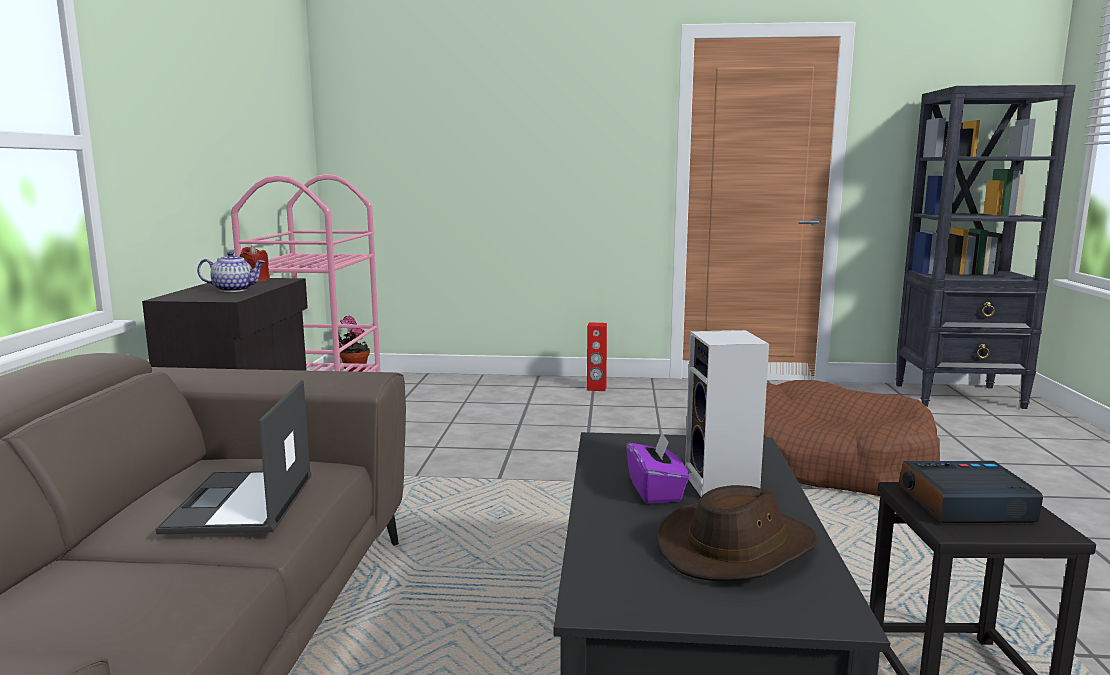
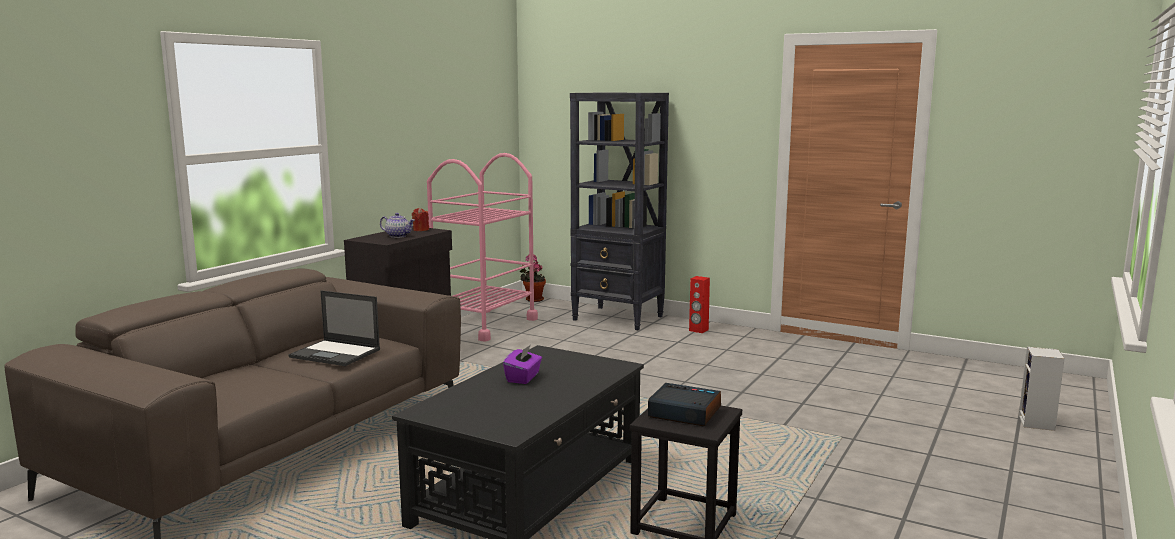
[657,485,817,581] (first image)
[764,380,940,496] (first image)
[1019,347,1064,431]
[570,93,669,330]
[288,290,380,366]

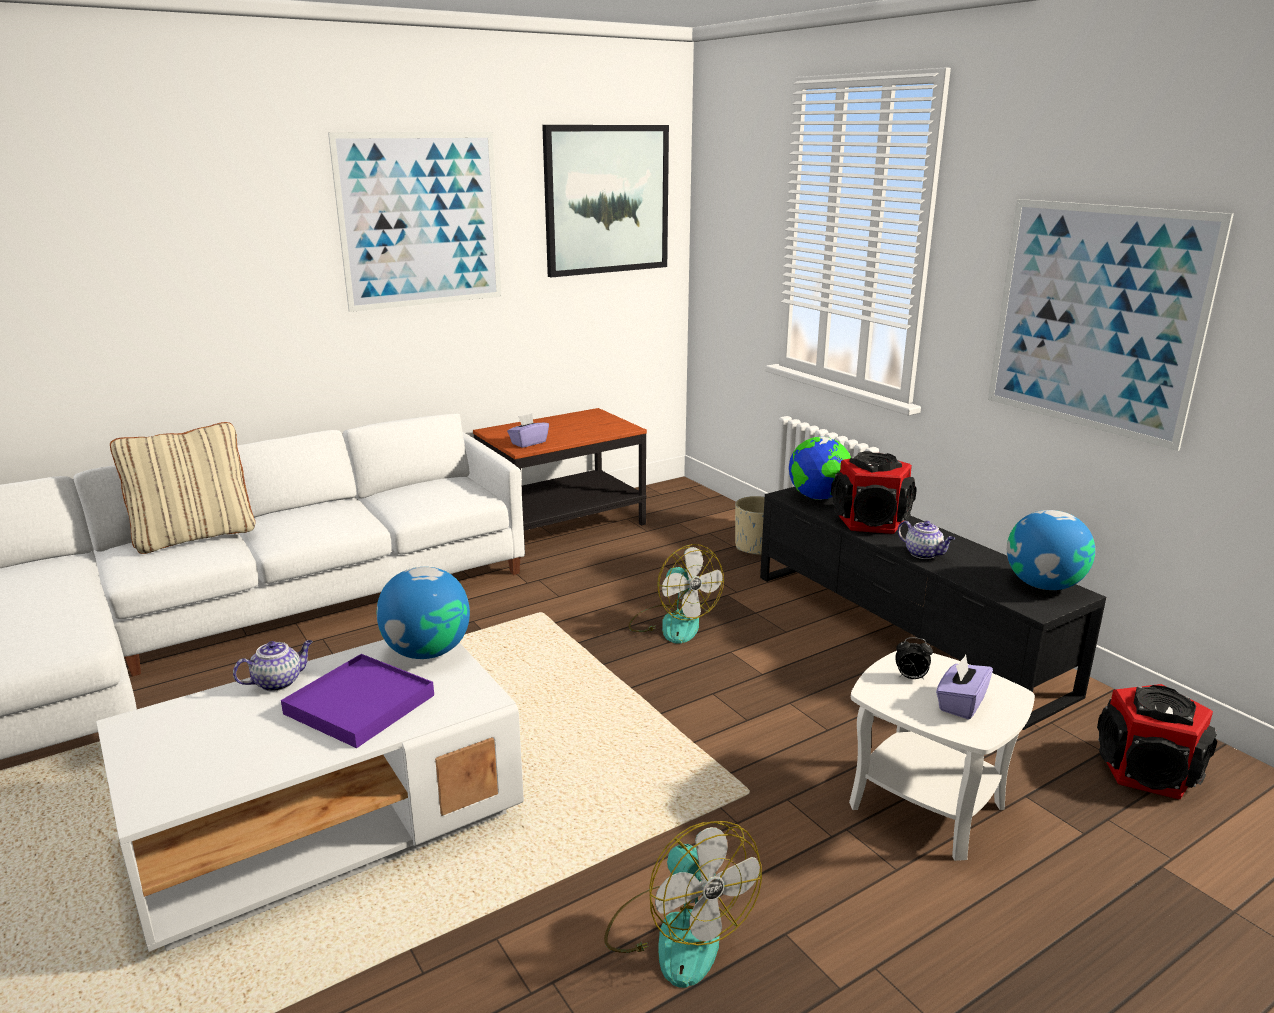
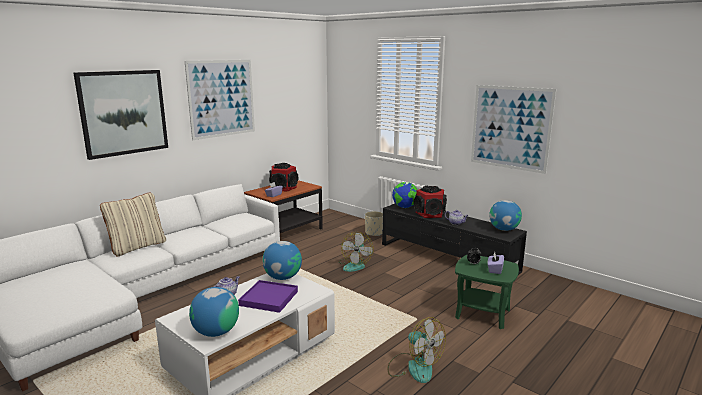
[189,287,239,337]
[74,70,168,160]
[269,163,299,192]
[455,255,519,329]
[338,232,374,272]

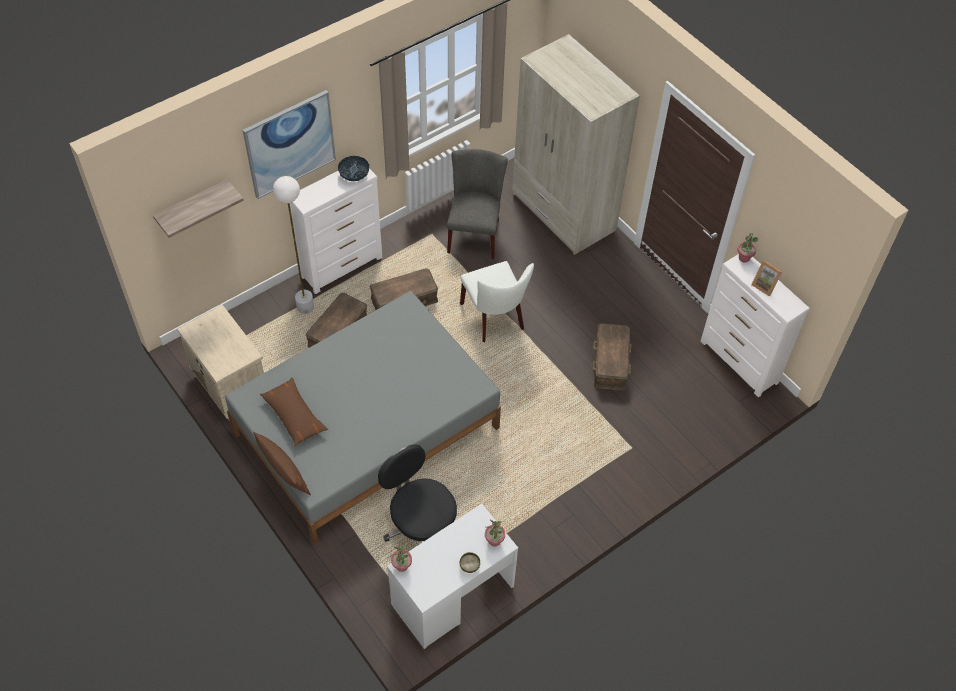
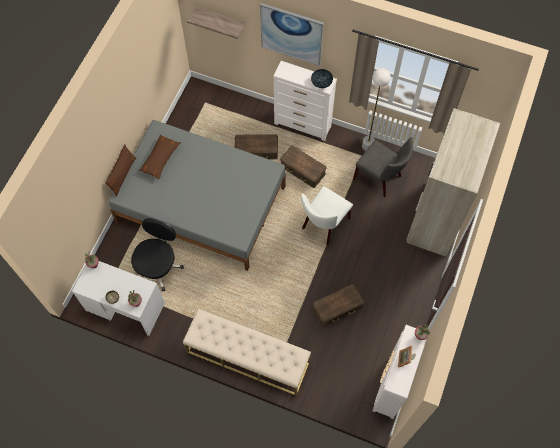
[177,305,264,420] (first image)
[183,309,311,396]
[362,68,391,151]
[353,137,413,197]

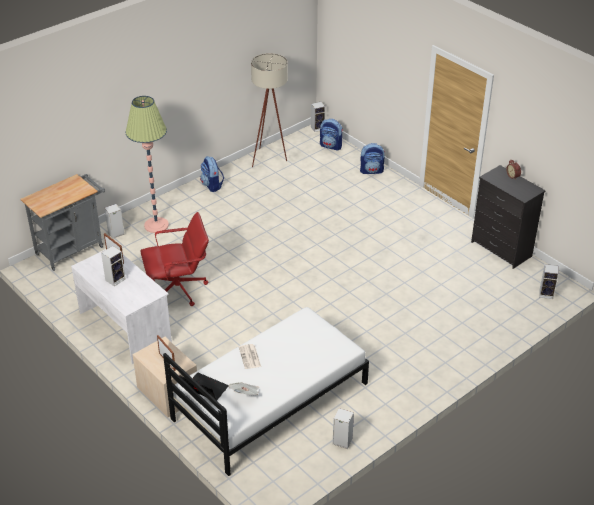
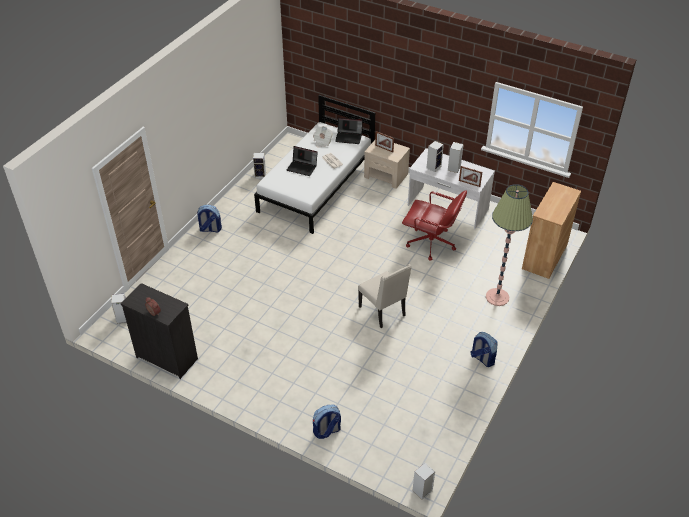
[251,53,288,167] (first image)
[287,146,318,176]
[358,264,411,328]
[427,141,444,172]
[196,205,222,232]
[522,182,581,279]
[402,190,467,260]

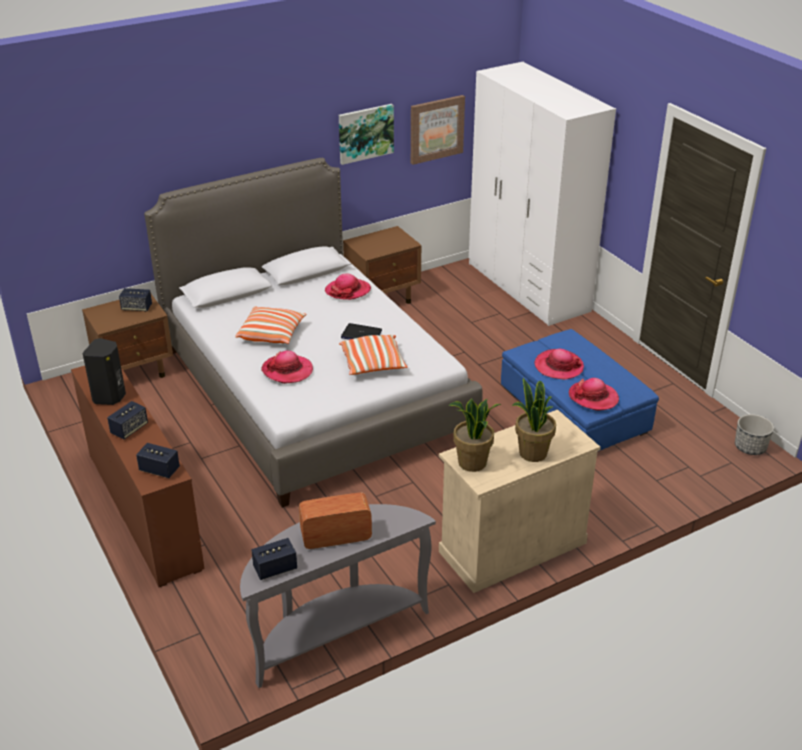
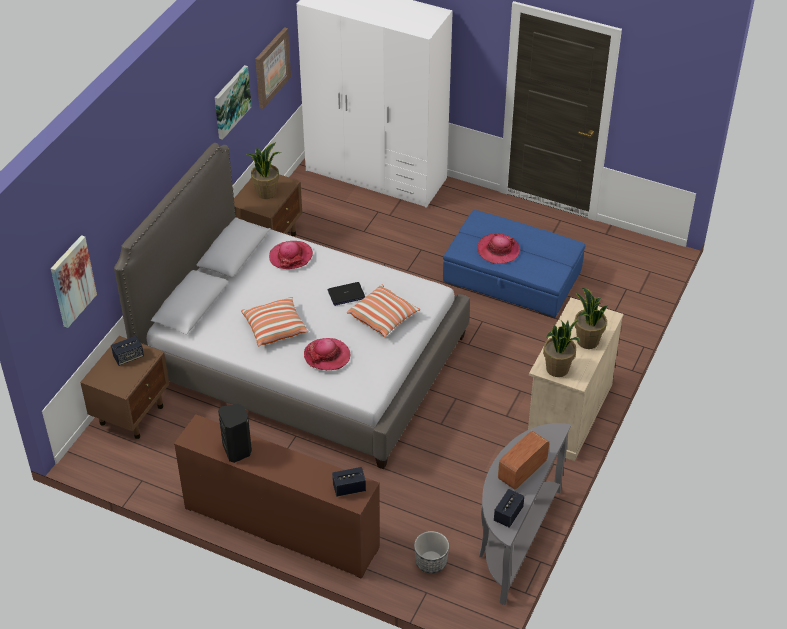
[107,401,148,439] (first image)
[569,378,619,411] (first image)
[51,235,97,328]
[247,142,281,199]
[414,531,449,574]

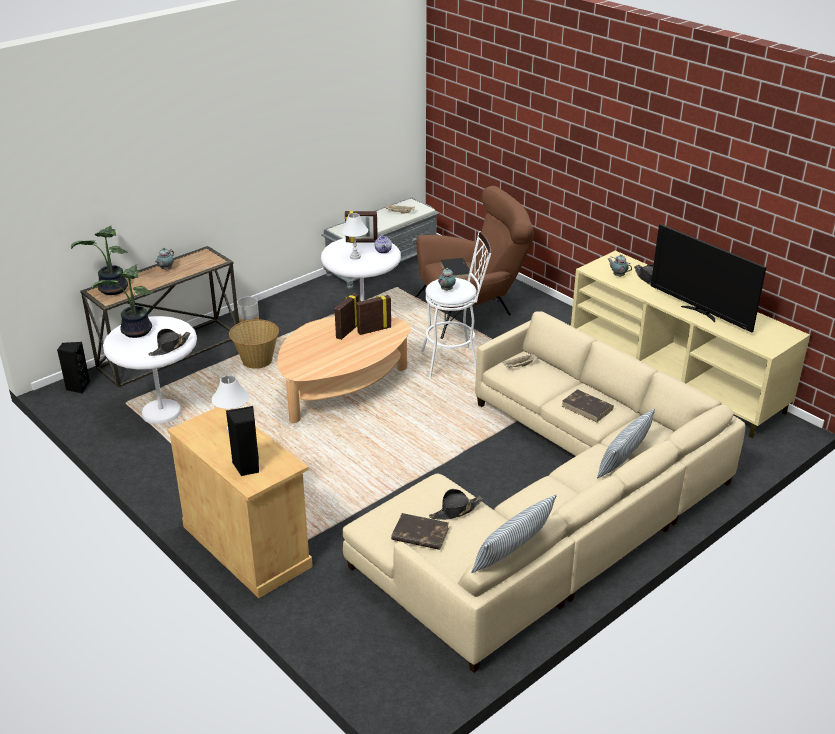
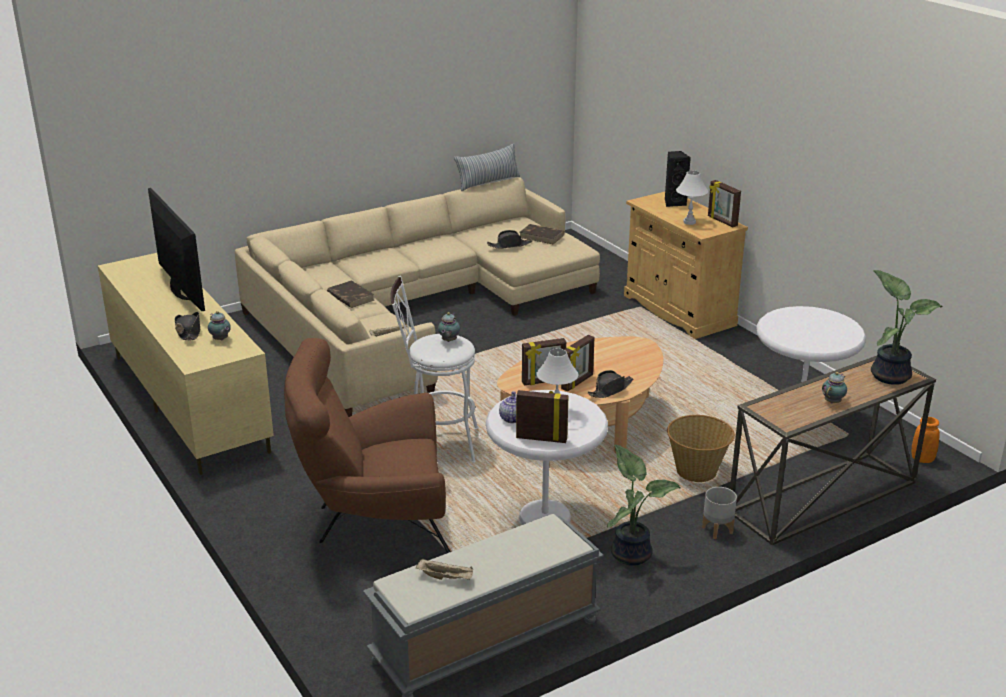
[441,258,472,278] (first image)
[597,408,655,479] (first image)
[708,180,741,227]
[607,445,681,566]
[588,370,633,398]
[912,417,940,463]

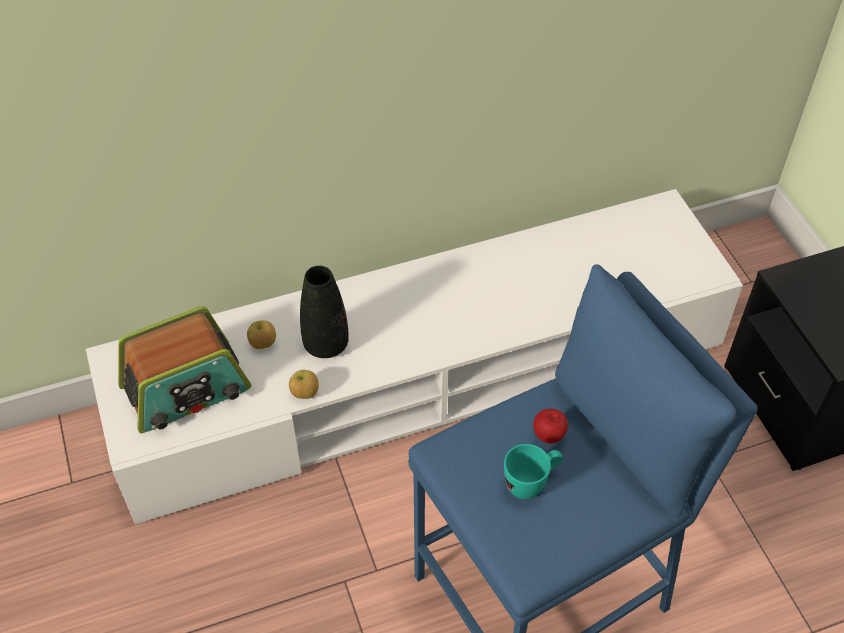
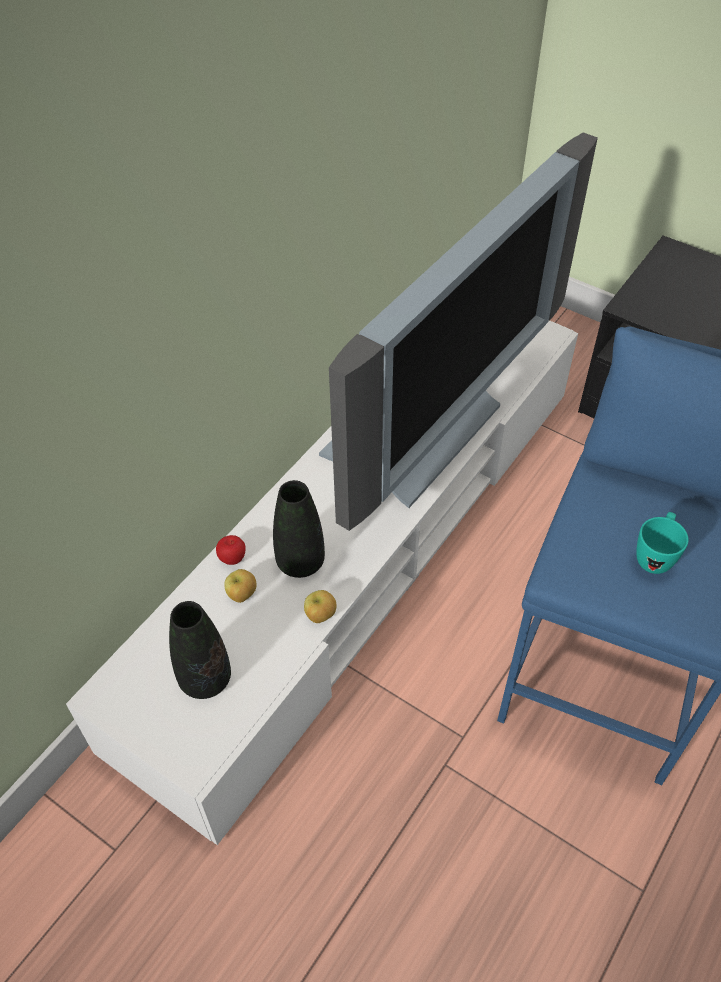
[319,132,598,531]
[216,535,246,565]
[169,601,231,699]

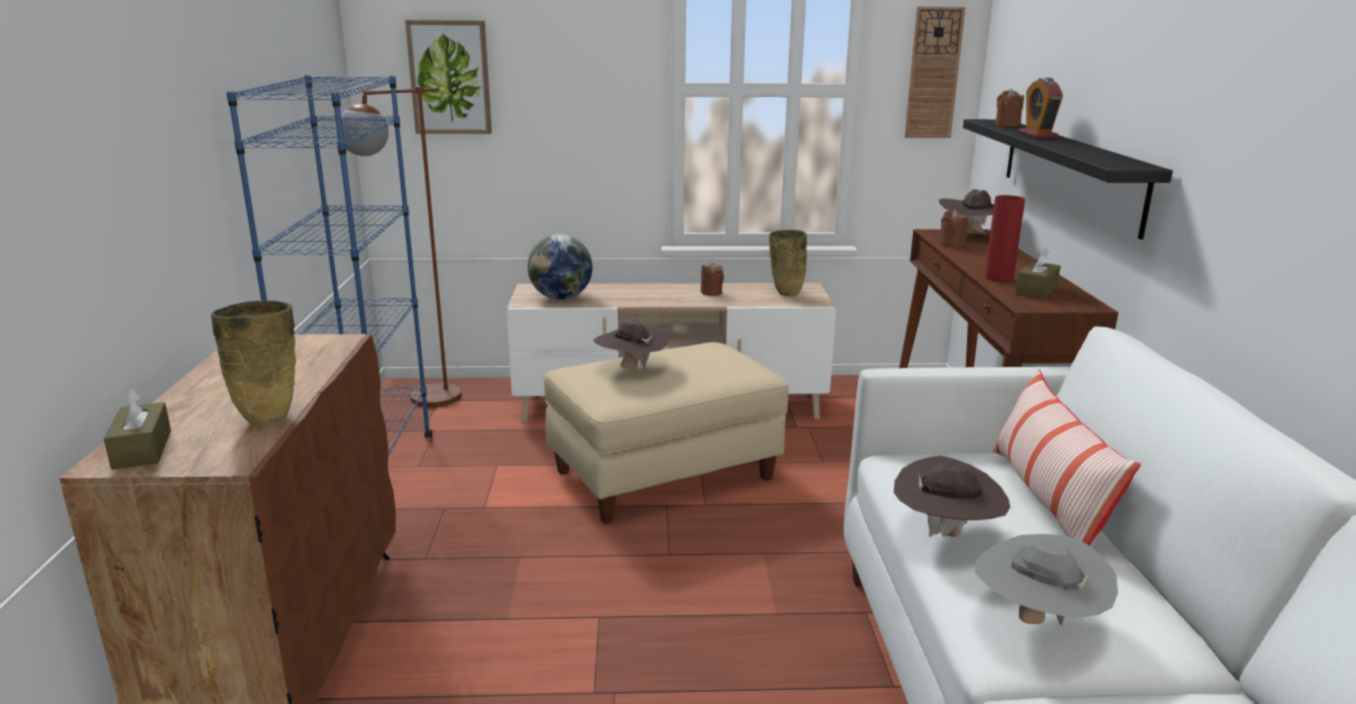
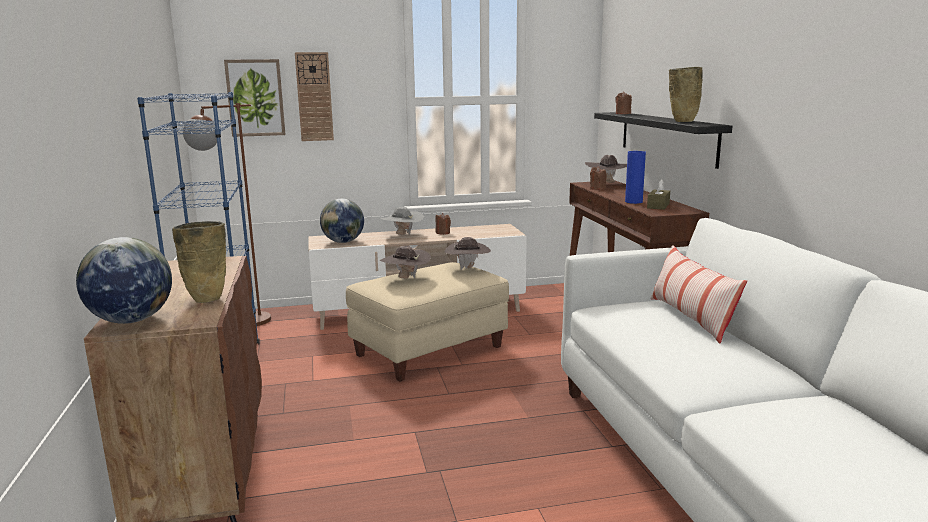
[1018,78,1063,139] (first image)
[669,67,703,122]
[445,237,491,270]
[295,52,334,141]
[381,207,424,235]
[76,237,172,324]
[625,151,646,204]

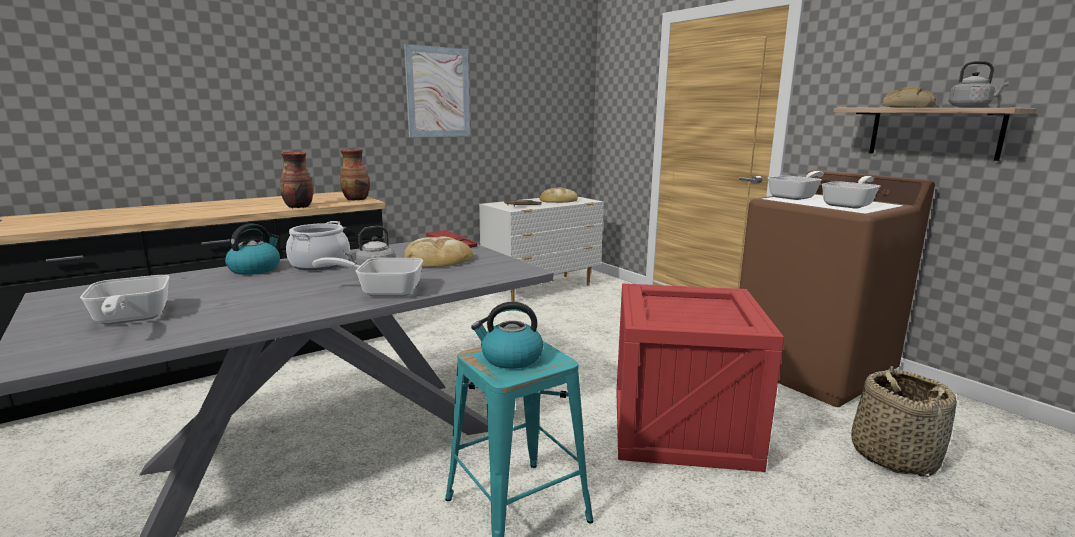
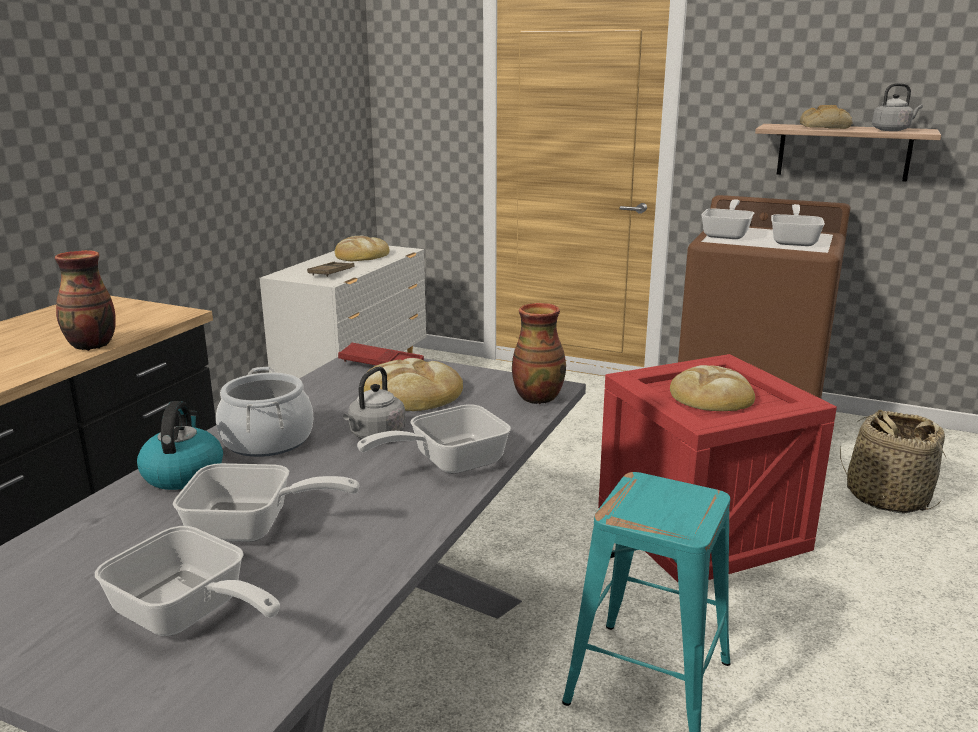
[404,44,470,137] (first image)
[471,302,543,369] (first image)
[173,463,360,542]
[670,365,755,411]
[512,303,566,404]

